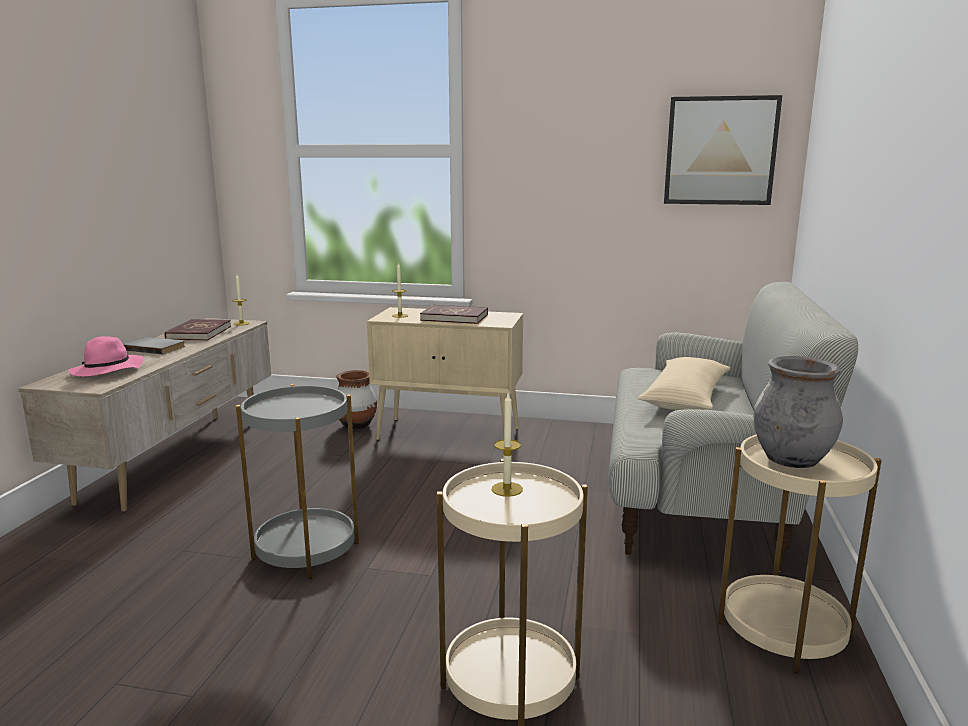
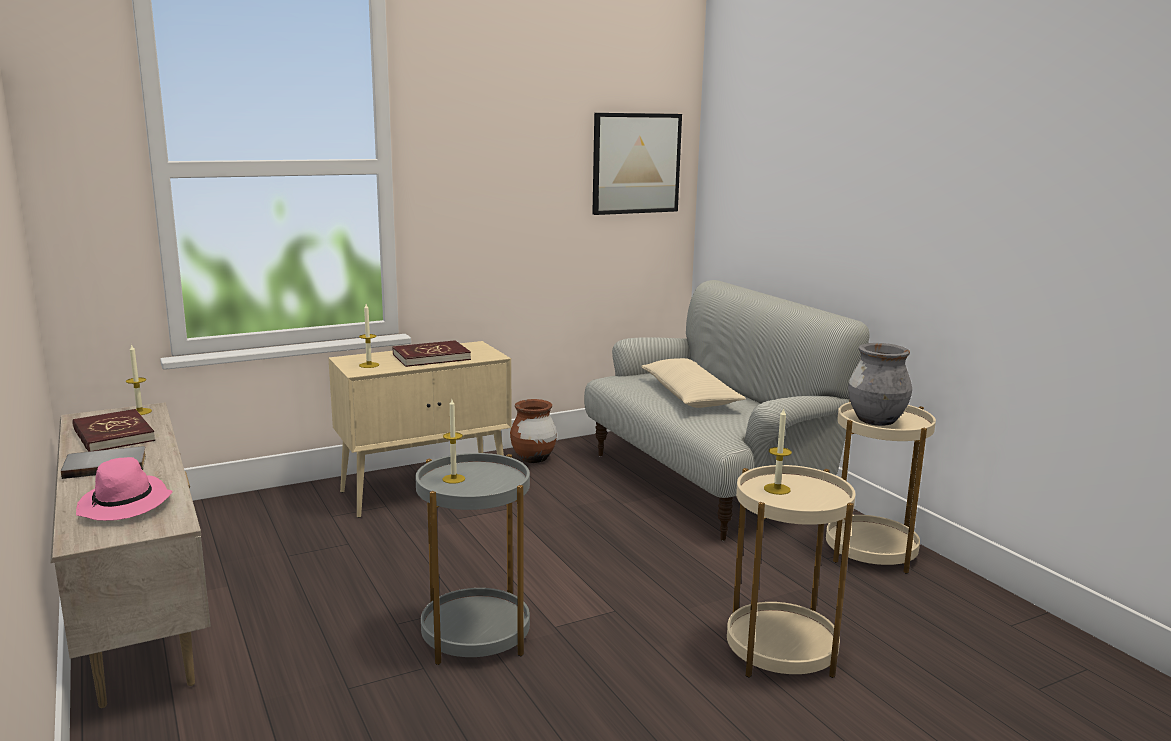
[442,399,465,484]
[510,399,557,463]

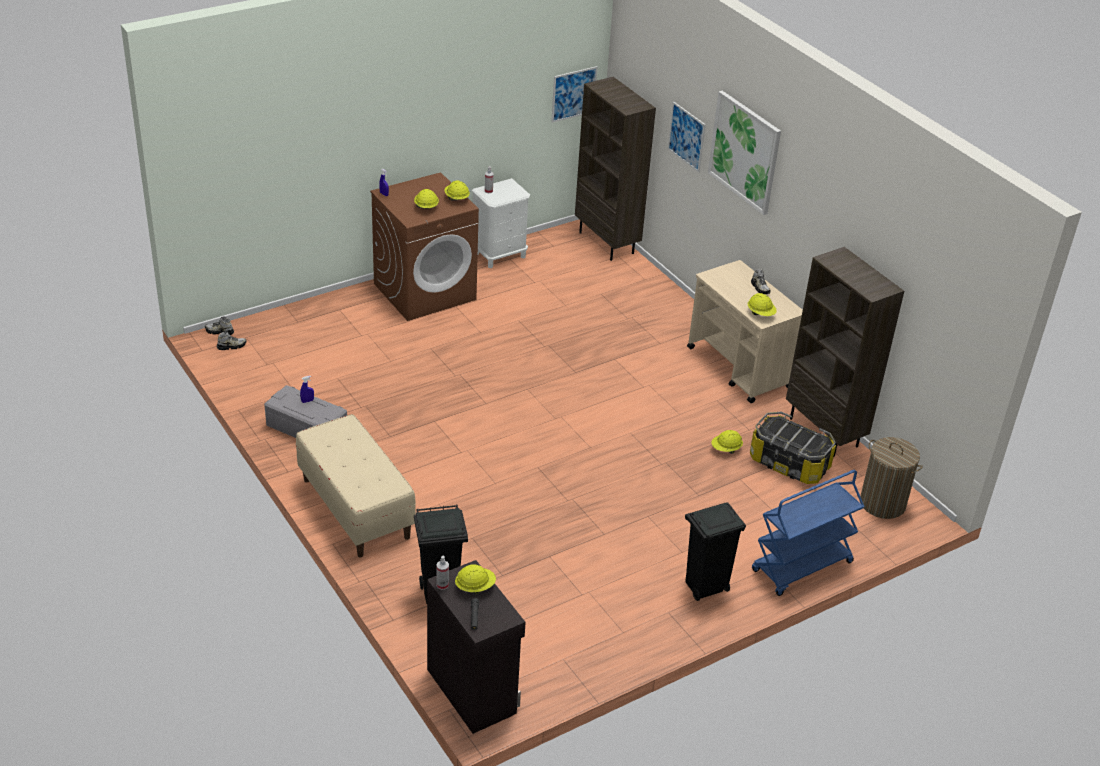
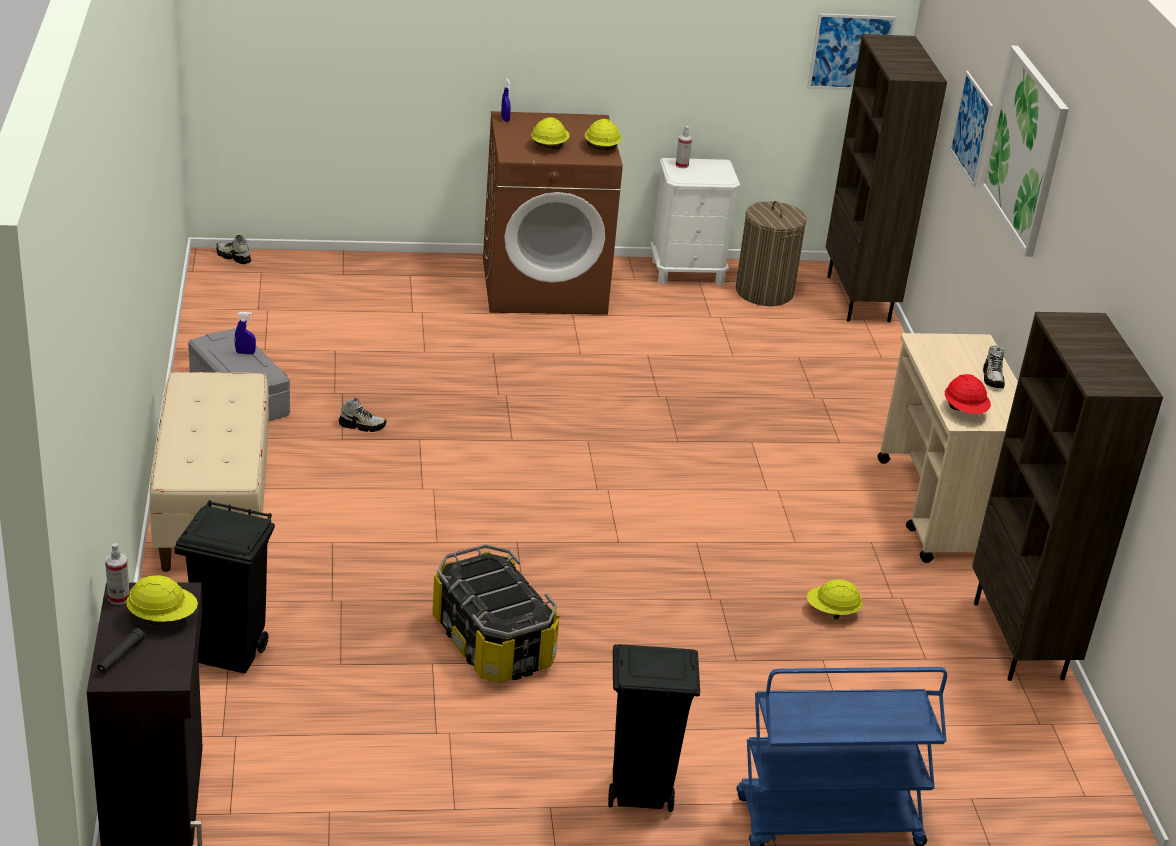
[339,398,386,432]
[432,544,559,683]
[736,201,807,306]
[945,374,991,414]

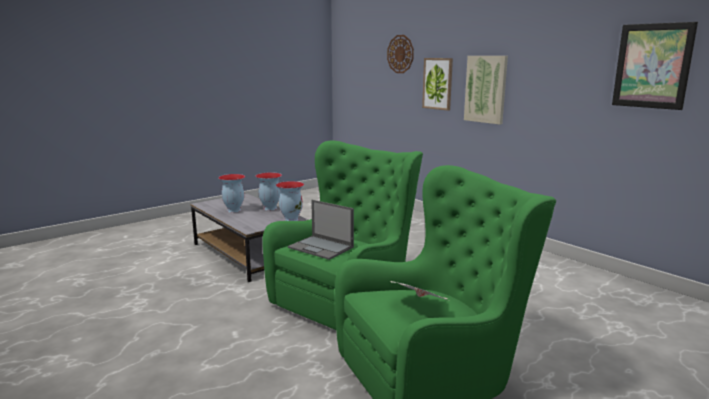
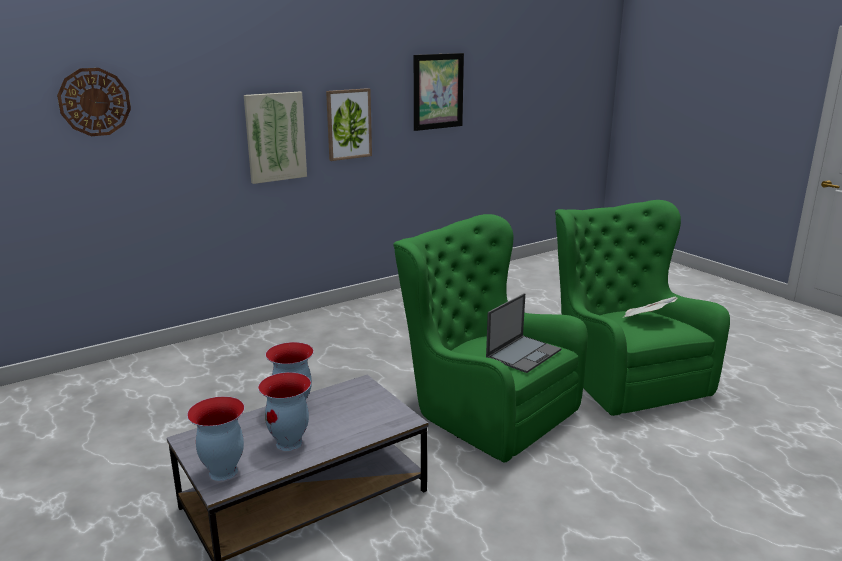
[187,396,245,481]
[326,88,372,161]

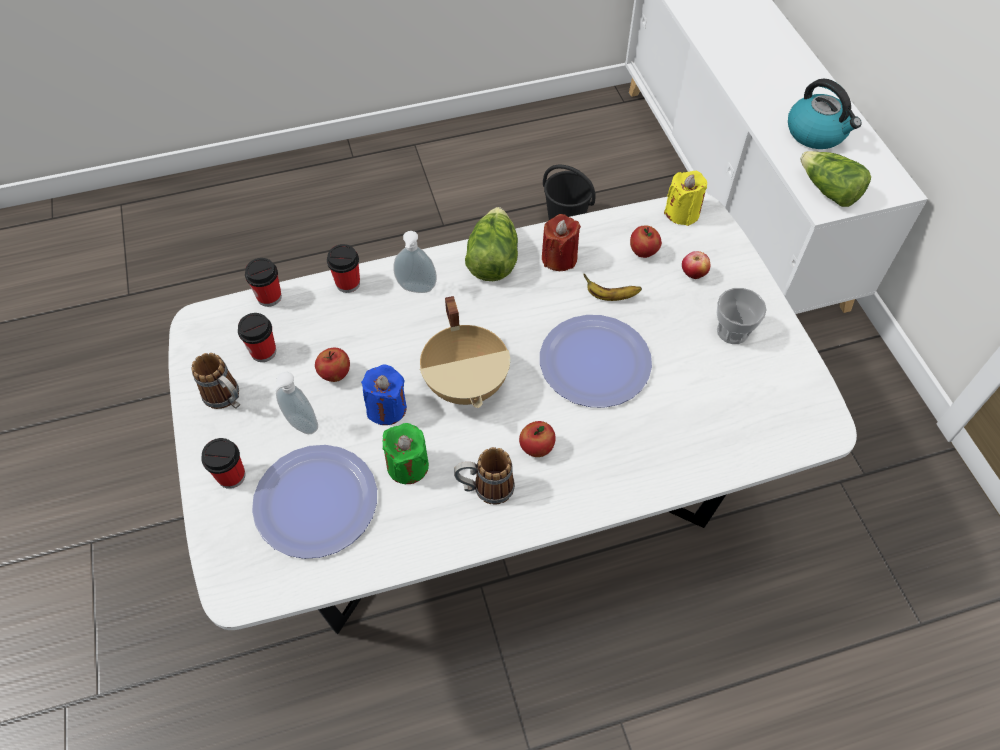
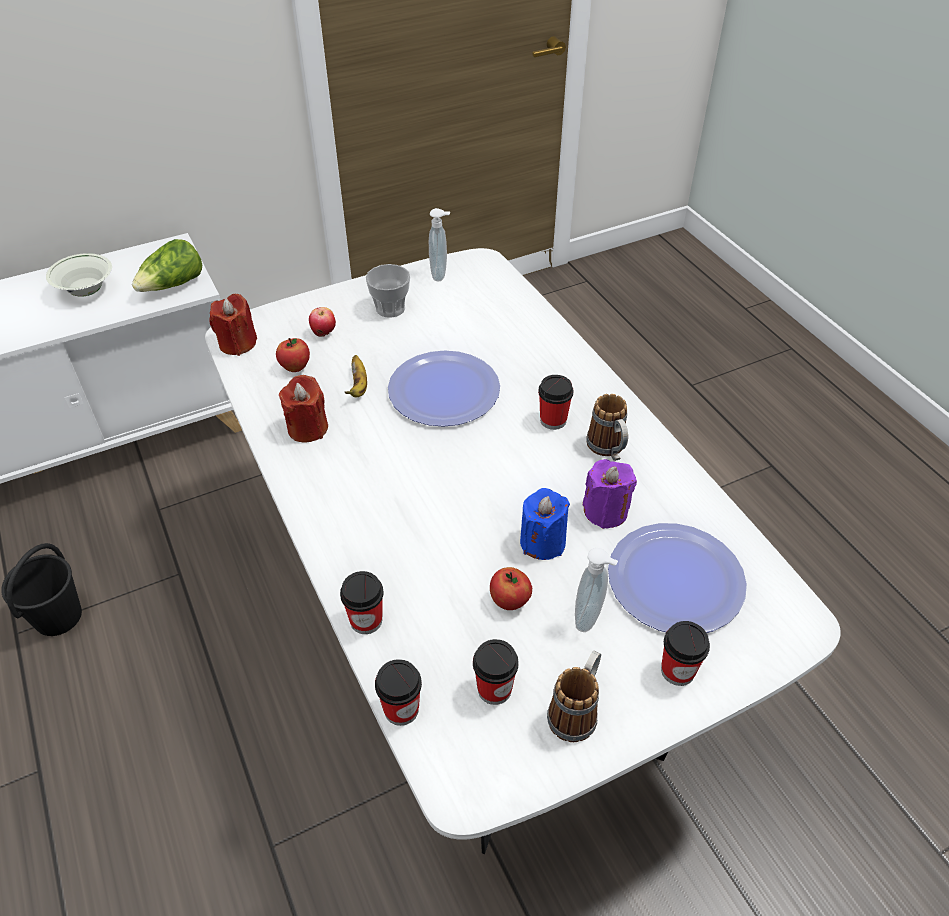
[420,296,510,408] (first image)
[465,207,518,281] (first image)
[429,208,450,281]
[538,375,574,430]
[46,253,112,297]
[582,459,637,529]
[209,294,257,356]

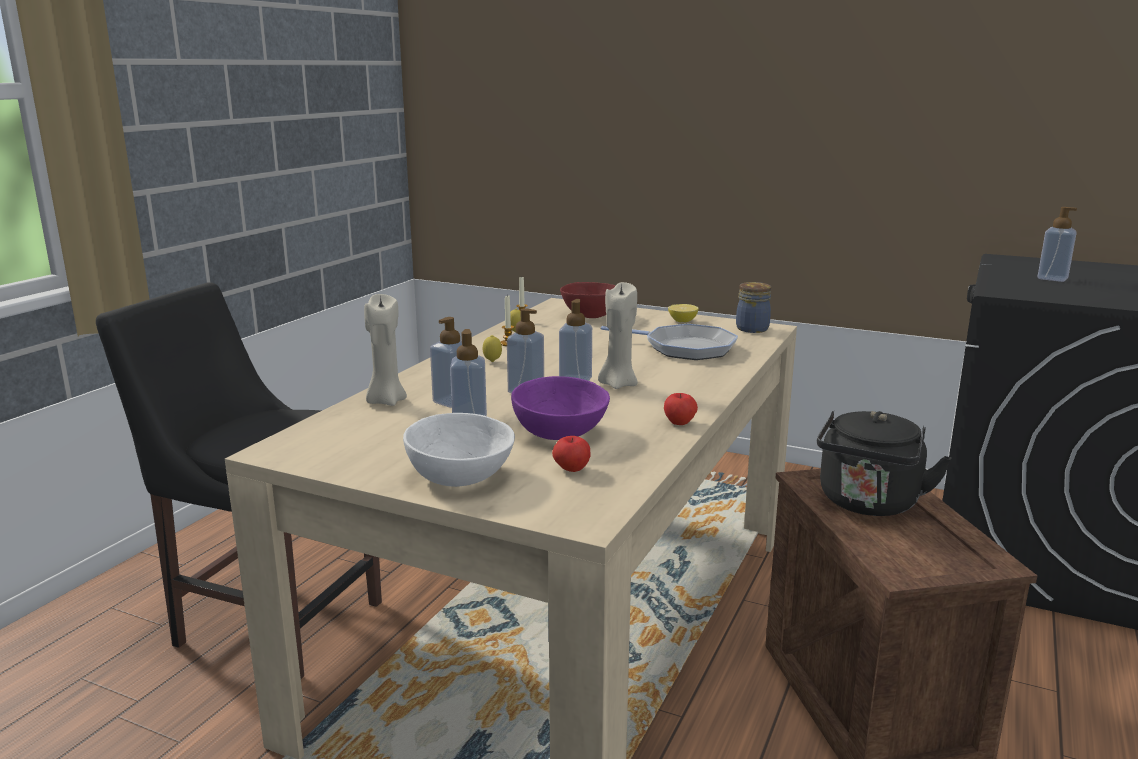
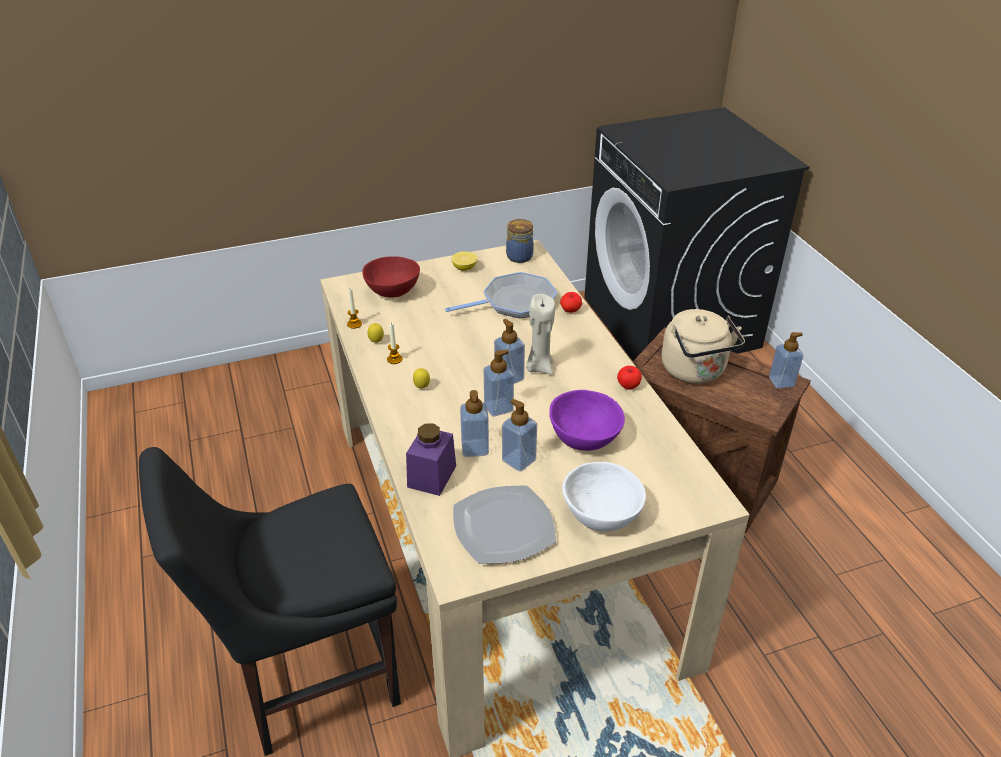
[453,485,556,564]
[560,292,582,313]
[769,332,803,389]
[406,423,456,496]
[662,309,745,383]

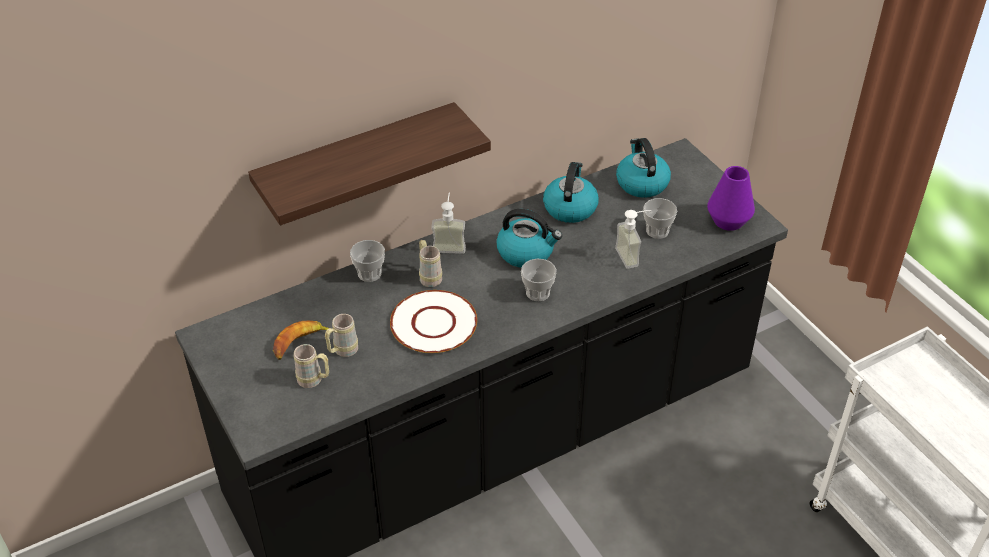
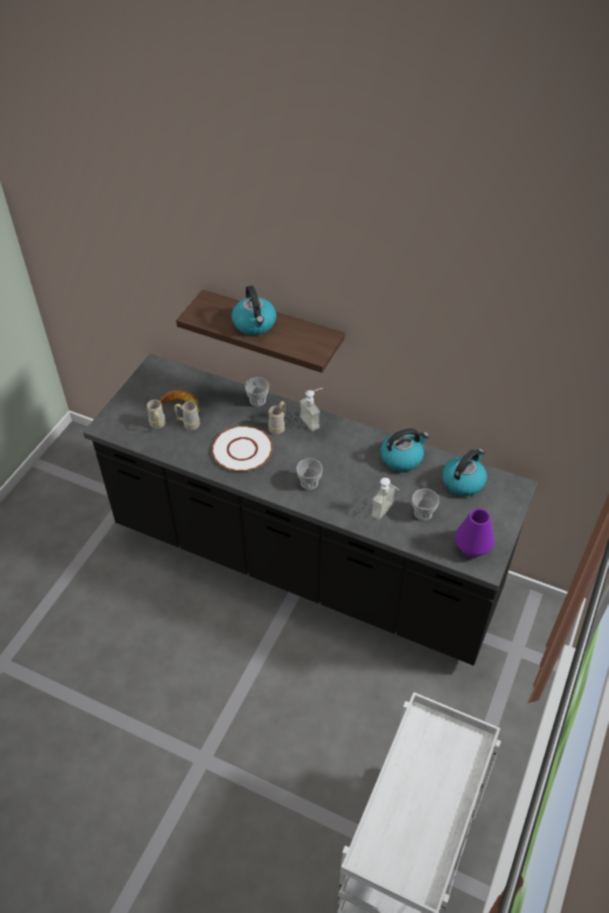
[231,285,276,335]

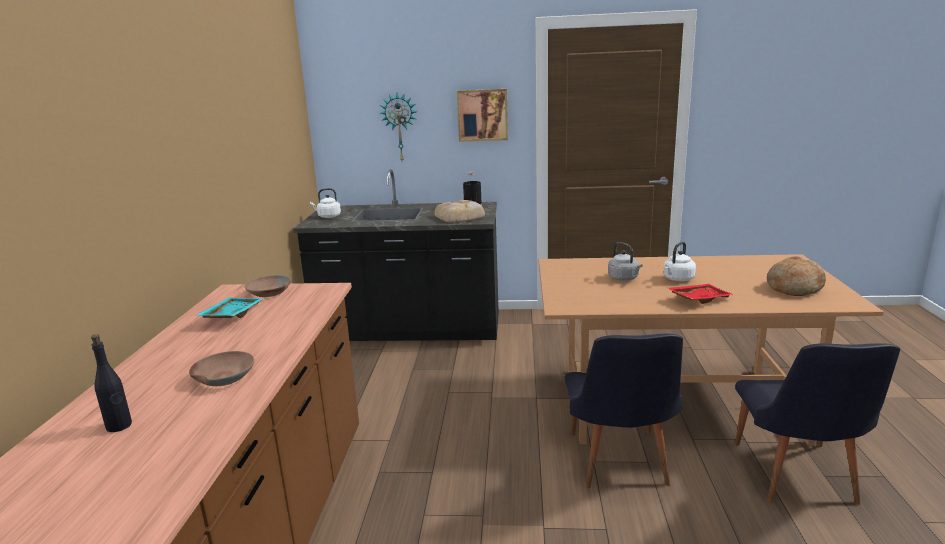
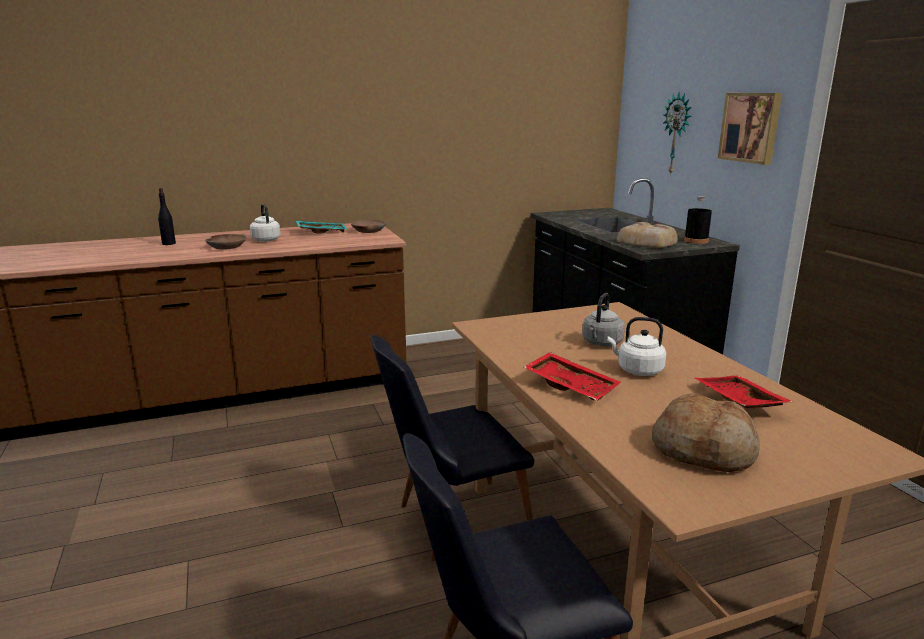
[695,376,793,408]
[250,204,280,242]

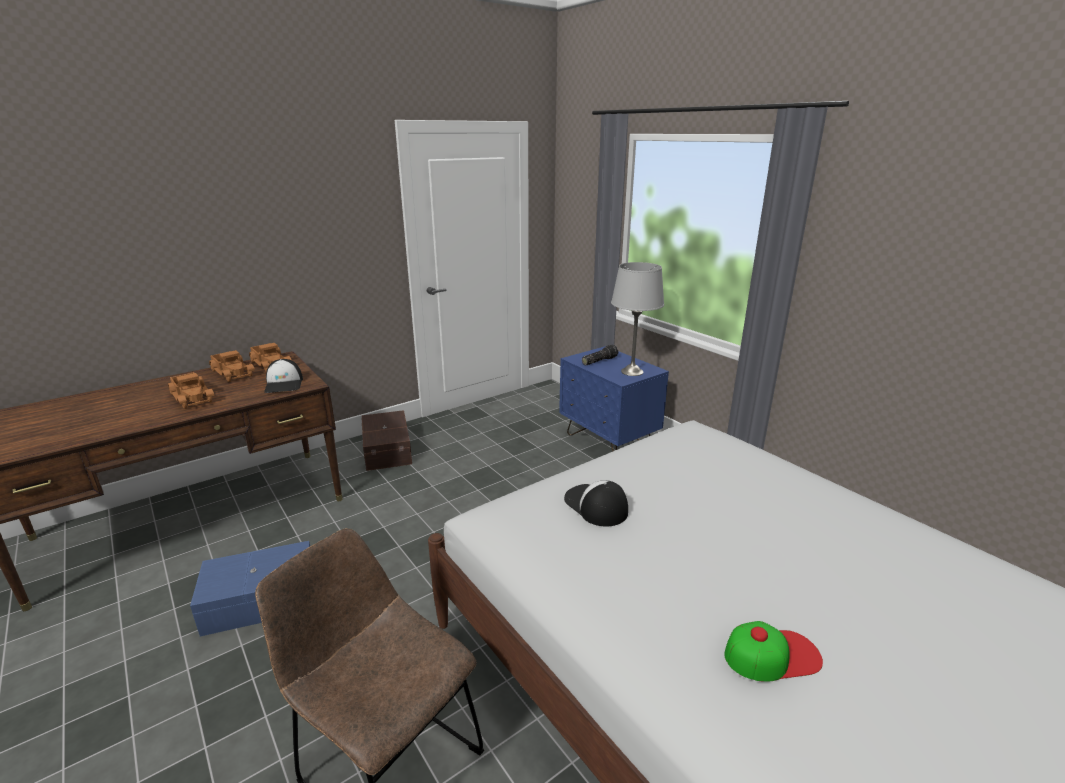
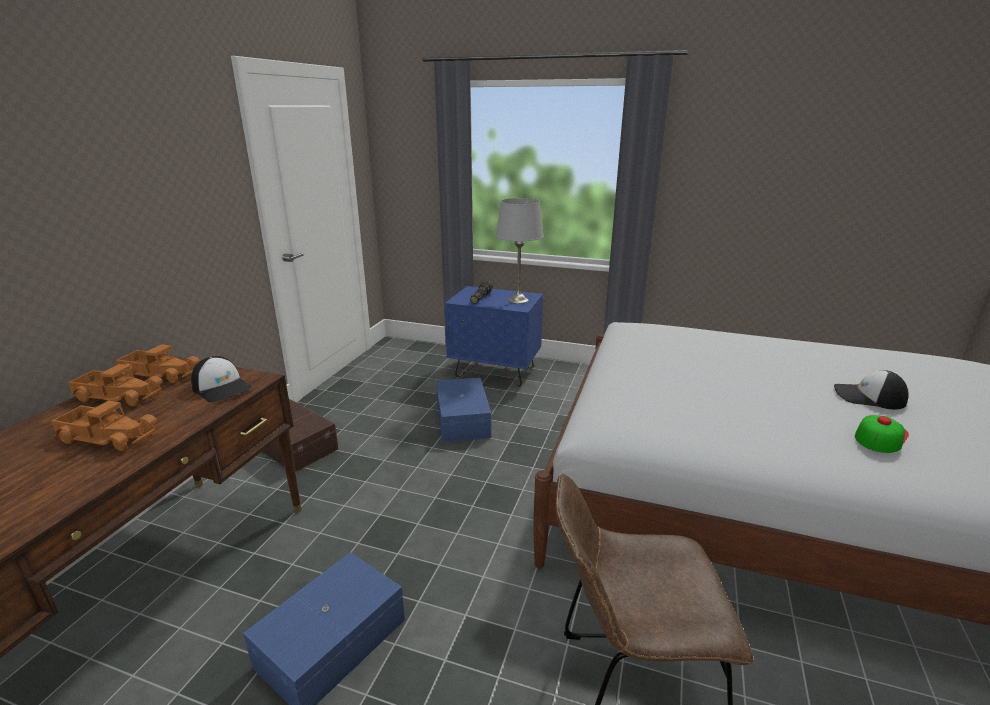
[436,378,491,442]
[834,370,909,409]

